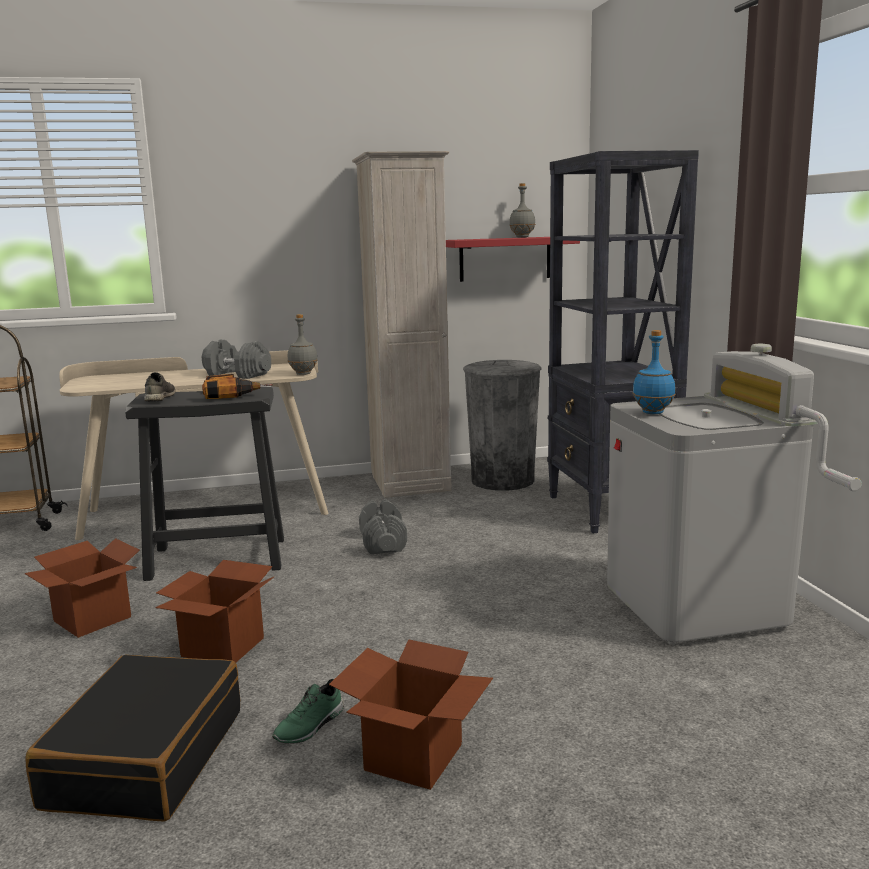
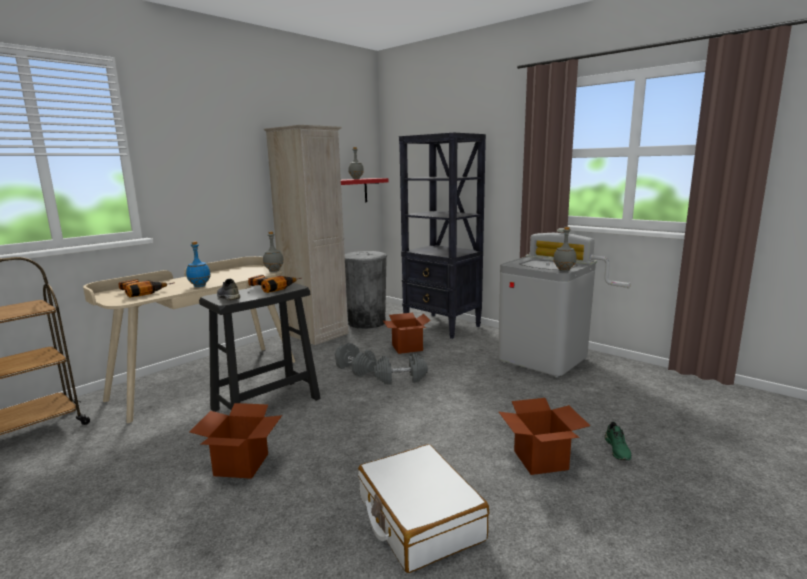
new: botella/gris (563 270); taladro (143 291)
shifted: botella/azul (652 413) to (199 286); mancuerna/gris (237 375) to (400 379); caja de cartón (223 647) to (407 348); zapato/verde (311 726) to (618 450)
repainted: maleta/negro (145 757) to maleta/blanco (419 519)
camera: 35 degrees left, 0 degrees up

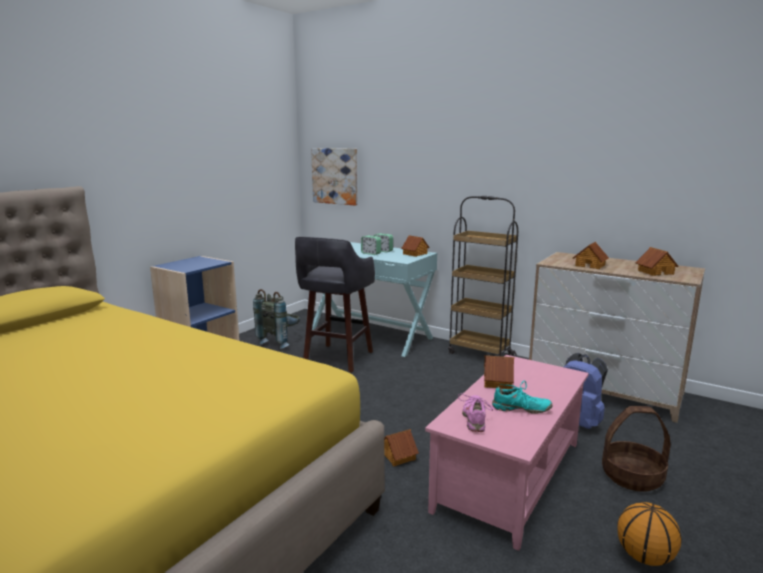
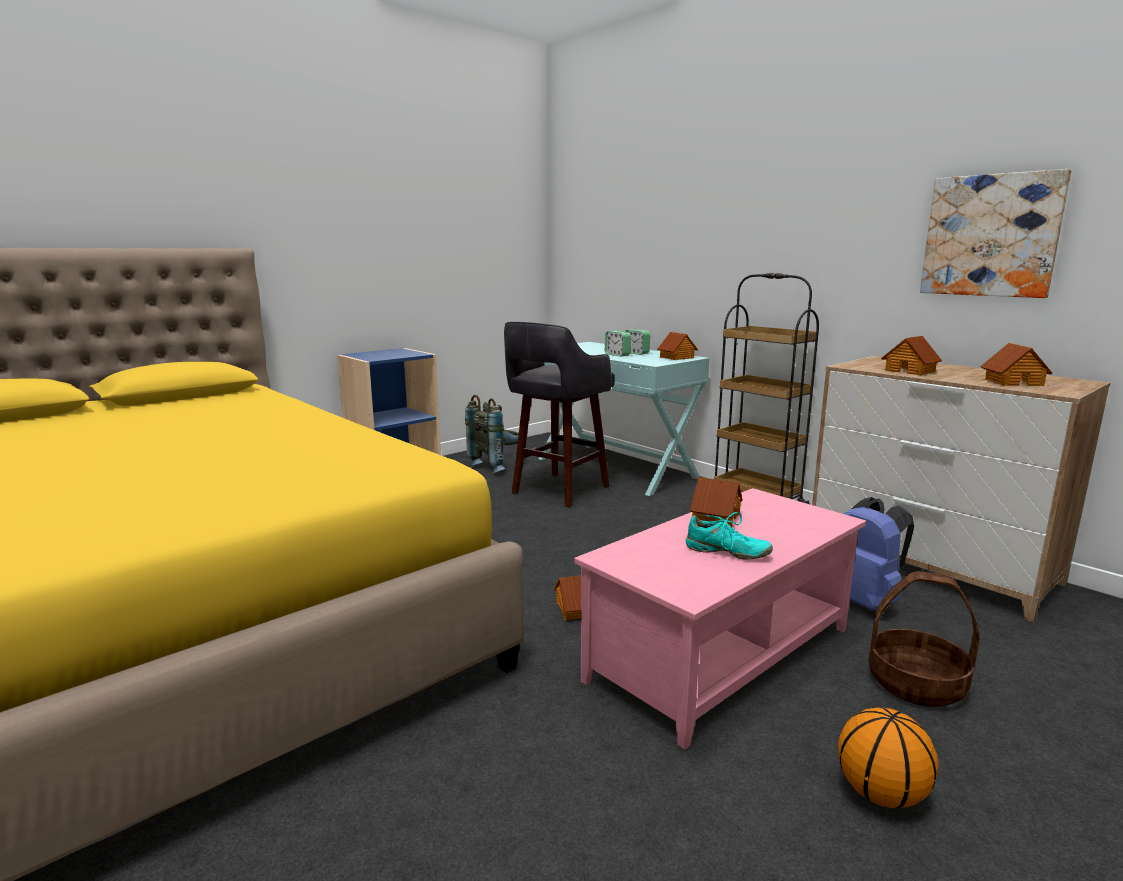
gone: zapato/rosa (476 419)
shifted: cuadro (335 176) to (991 236)
camera: 15 degrees right, 0 degrees up

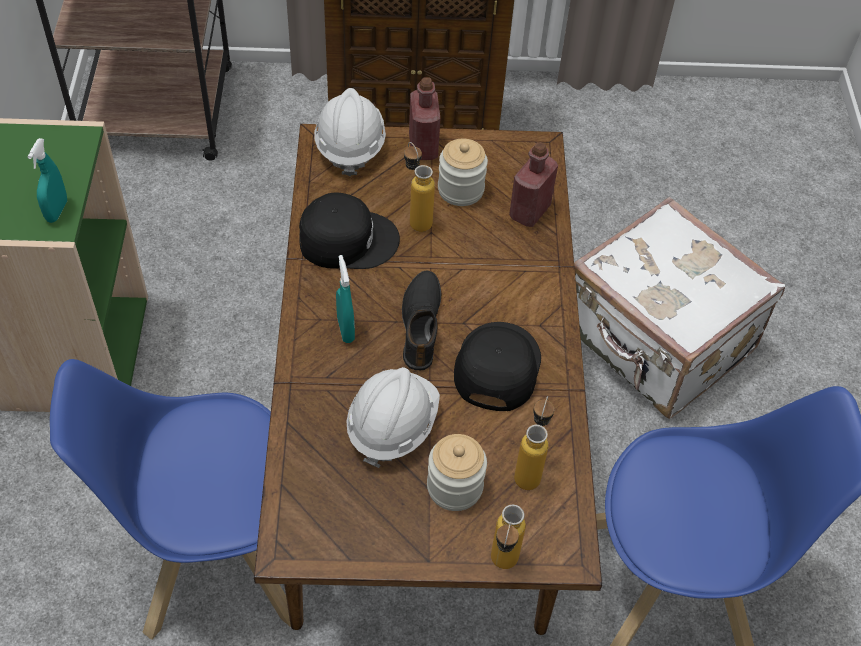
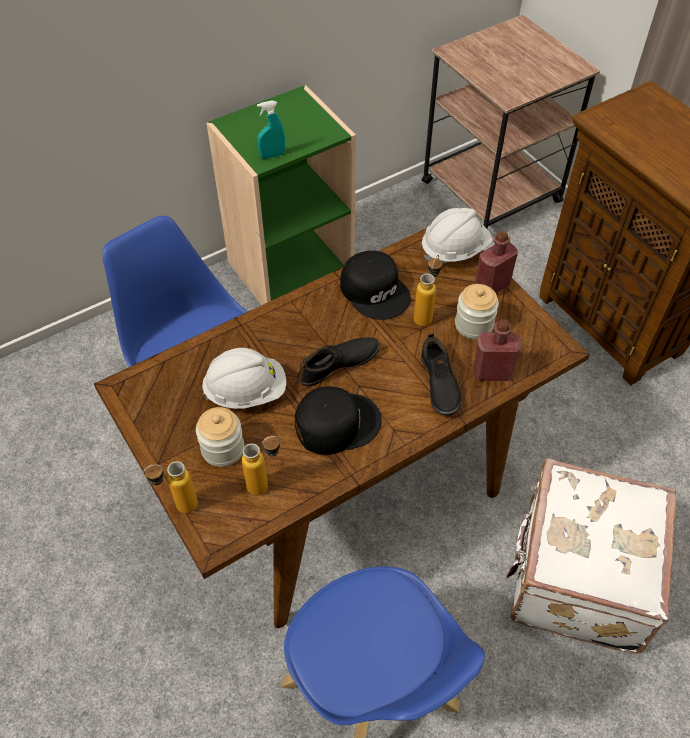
gone: pulverizador/turquesa (345 329)
new: zapato/negro (438 383)
camera: 60 degrees right, 0 degrees up

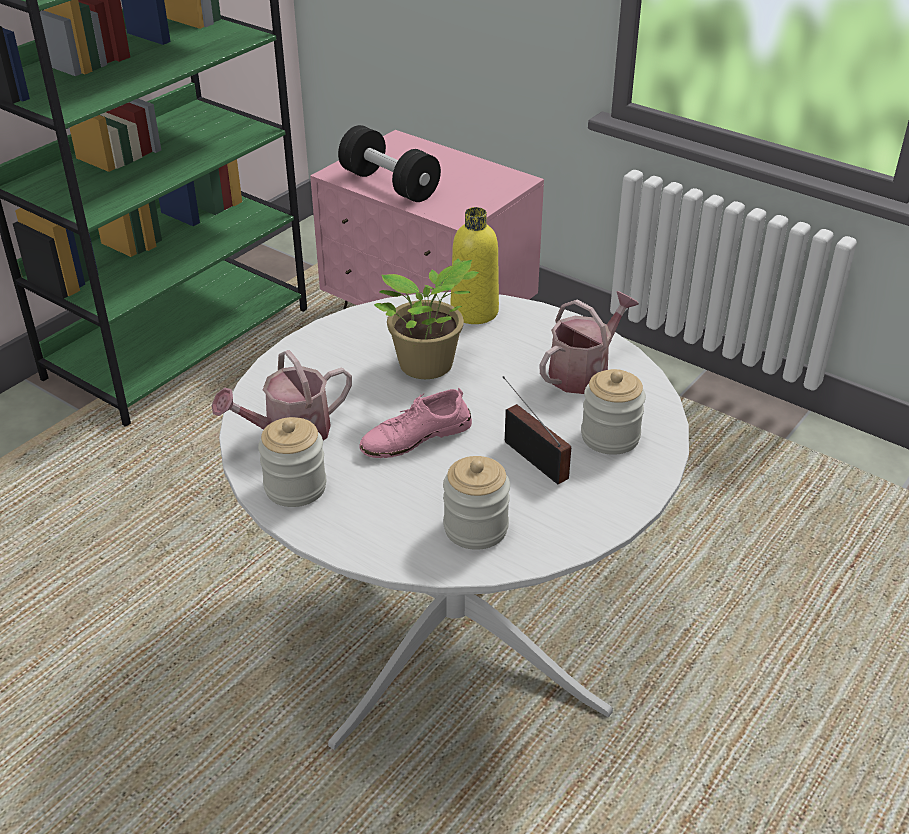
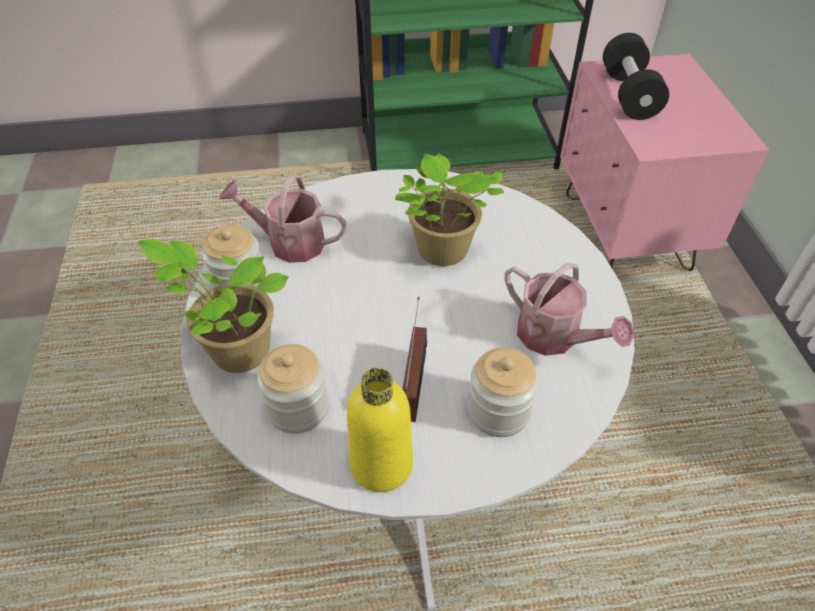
gone: zapato/rosa (415 437)
new: planta en maceta (236 350)
shifted: botella/amarillo (474 312) to (381 464)
rotated: regadera (584 372) = (555 337) 45 degrees clockwise
camera: 45 degrees right, 10 degrees up

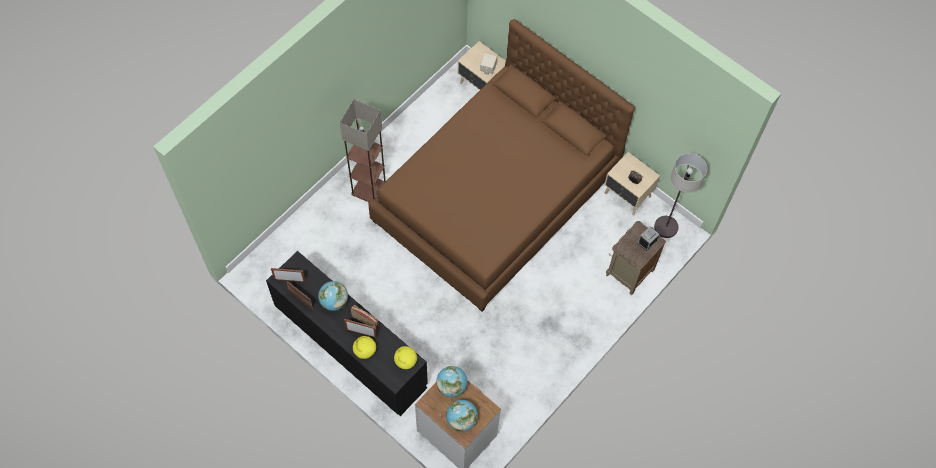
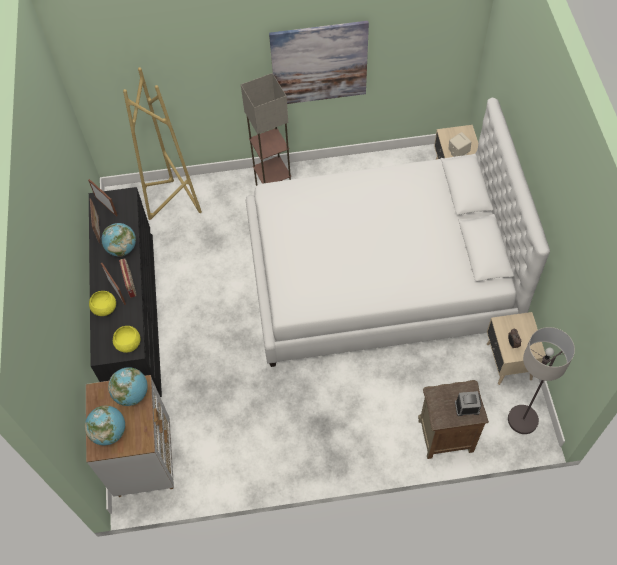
new: cuadro (319 63); perchero/amarillo (174 204)
repainted: cama/marrón (496 196) to cama/blanco (379 276)
camera: 45 degrees right, 5 degrees down

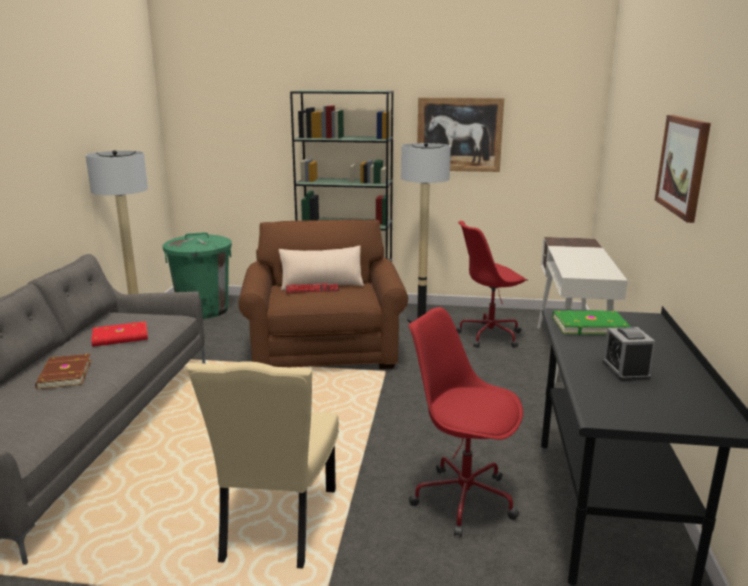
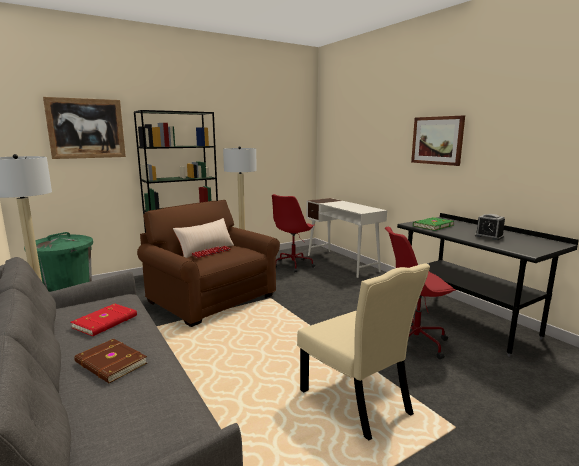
shifted: cuadro (459 134) to (86 128)
camera: 40 degrees left, 5 degrees down

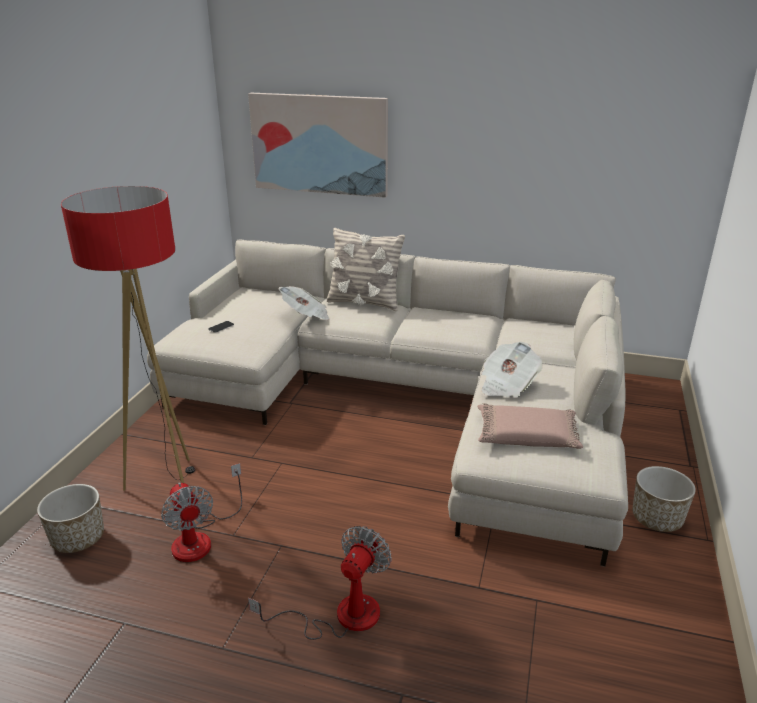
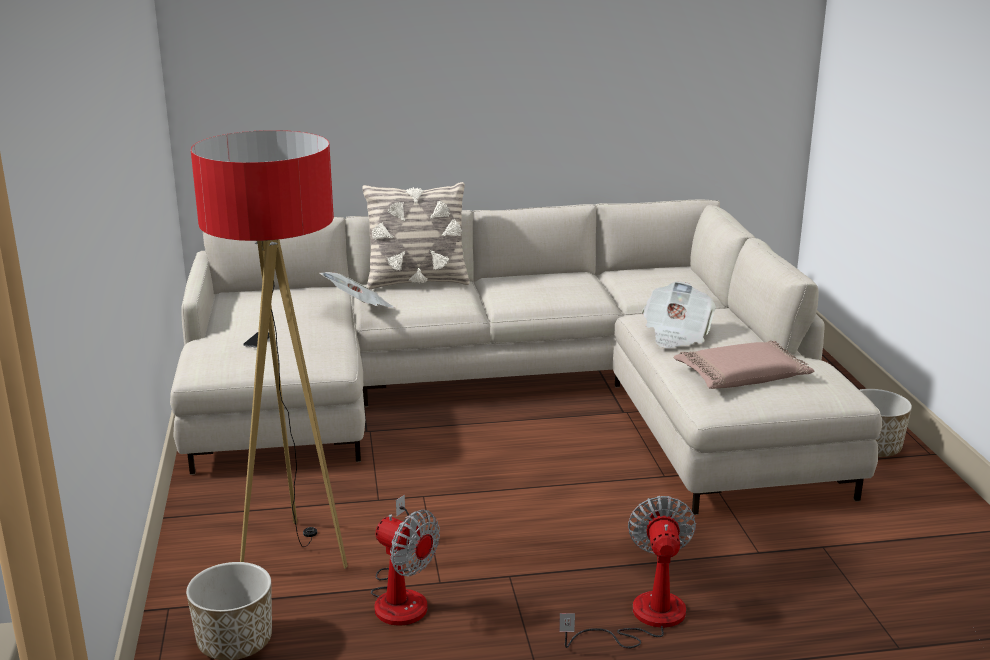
gone: cuadro (319 144)
camera: 25 degrees left, 5 degrees down

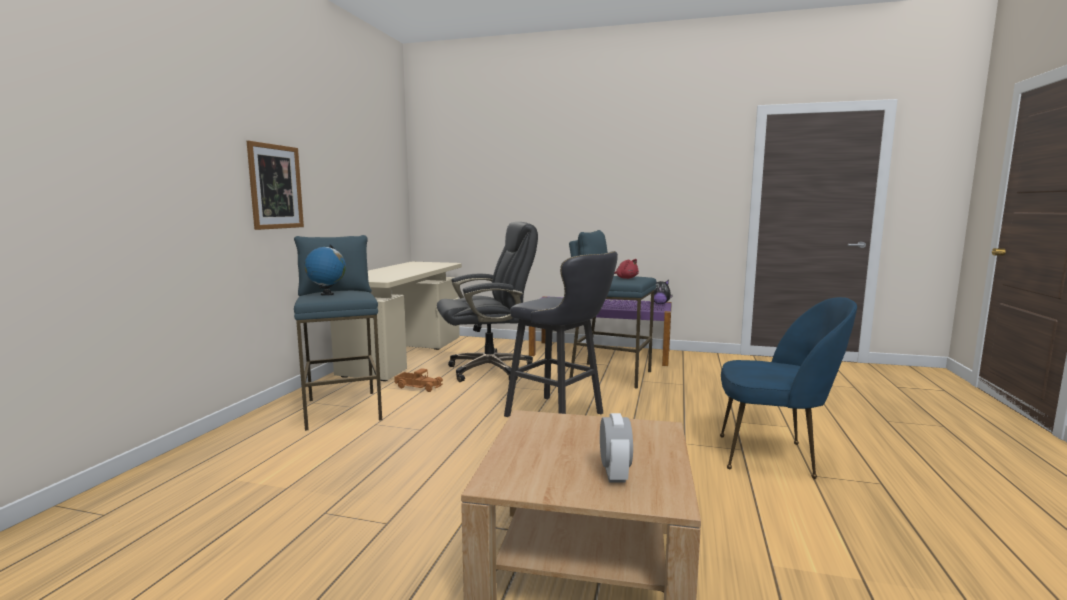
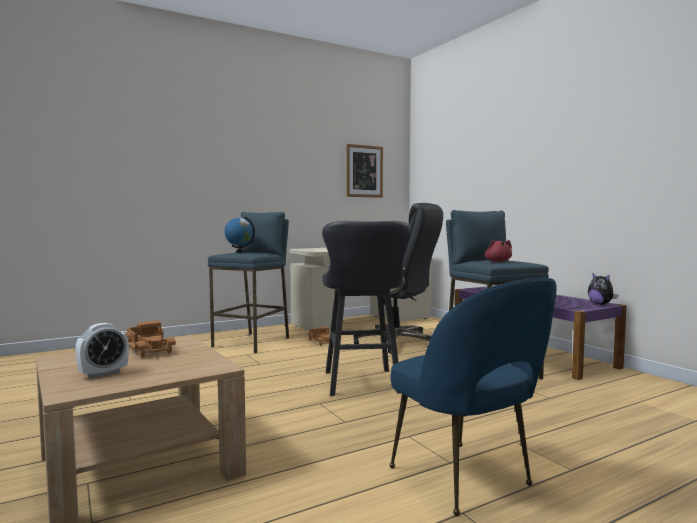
new: camión de juguete (150 348)
shifted: cuadro (275 187) to (364 171)
camera: 45 degrees right, 5 degrees down

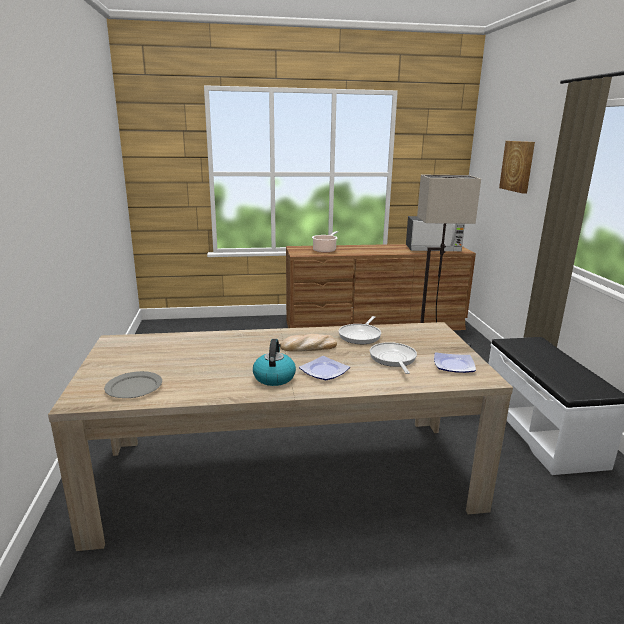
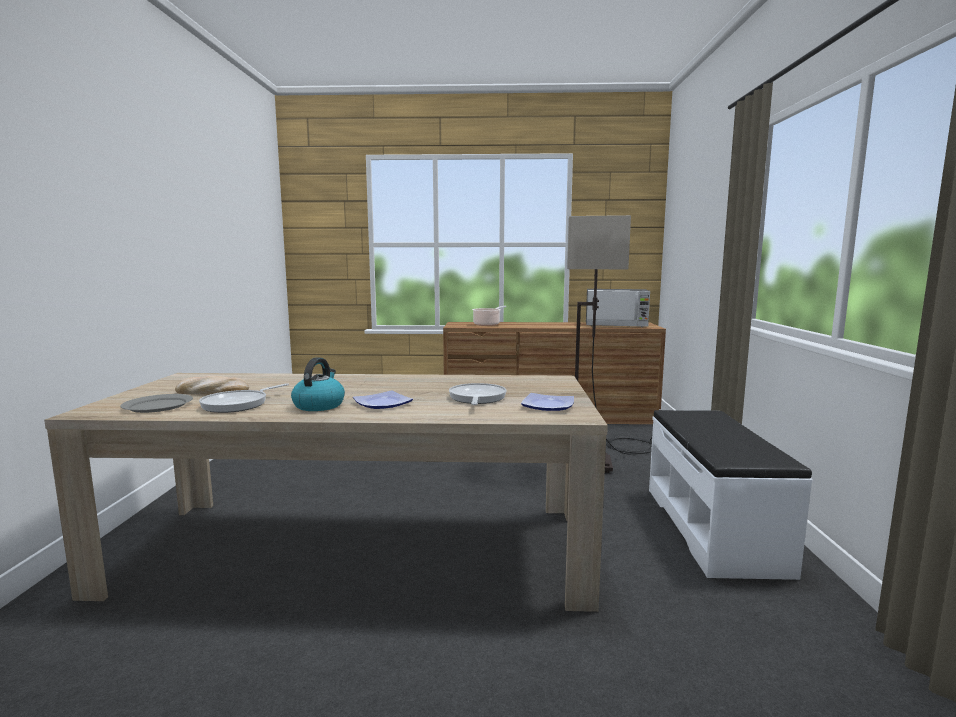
gone: cuadro (518 166)
shifted: sartén (360 335) to (238 404); pan (308 347) to (212 391)
camera: 10 degrees right, 10 degrees down

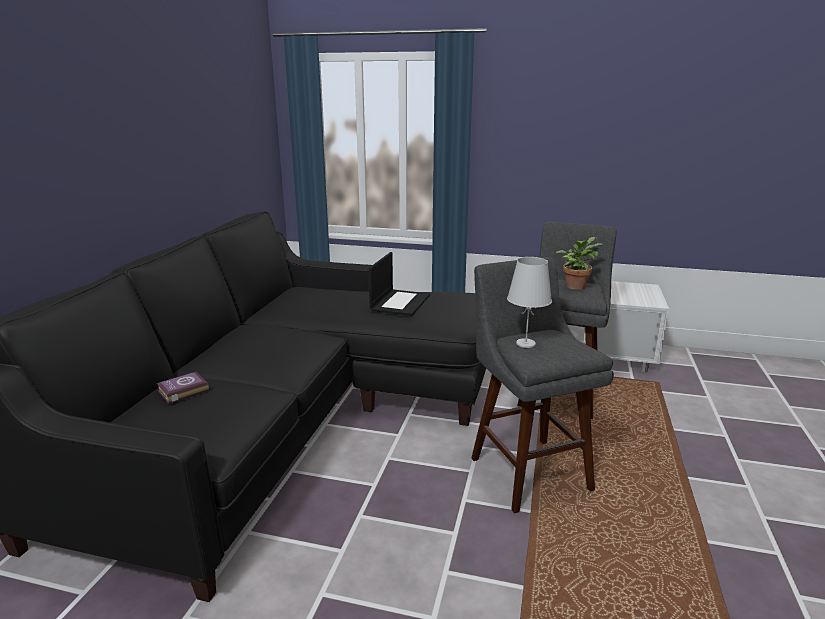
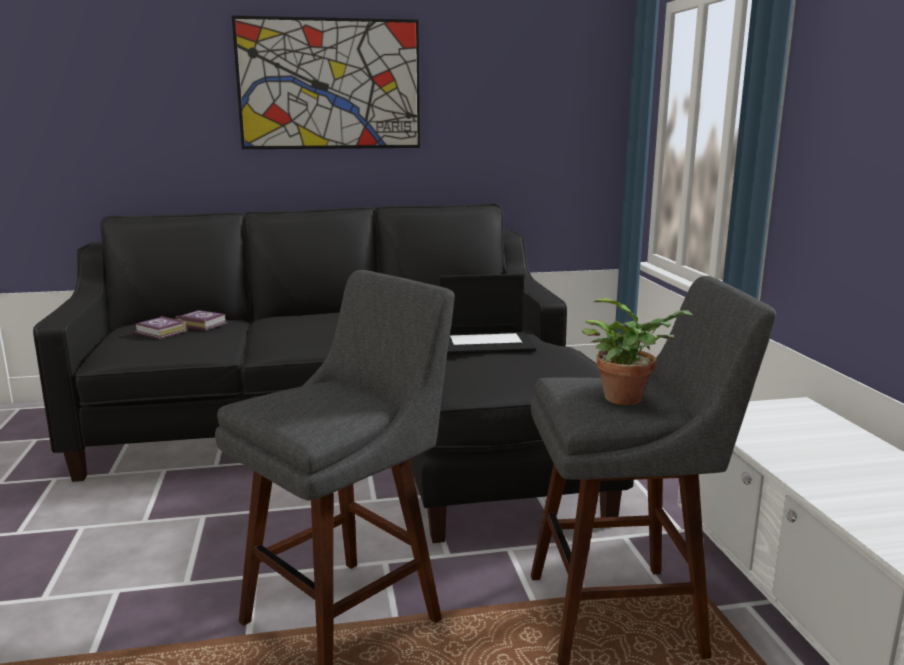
gone: lámpara de mesa/blanco (525 344)
new: cuadro (329 84); libro (161 332)
camera: 65 degrees right, 5 degrees down

